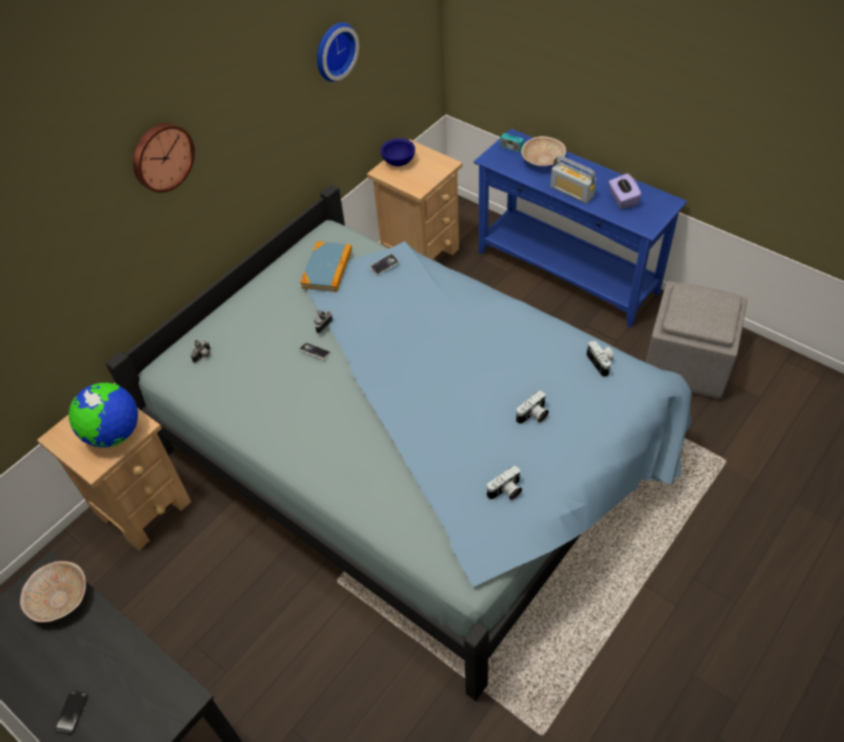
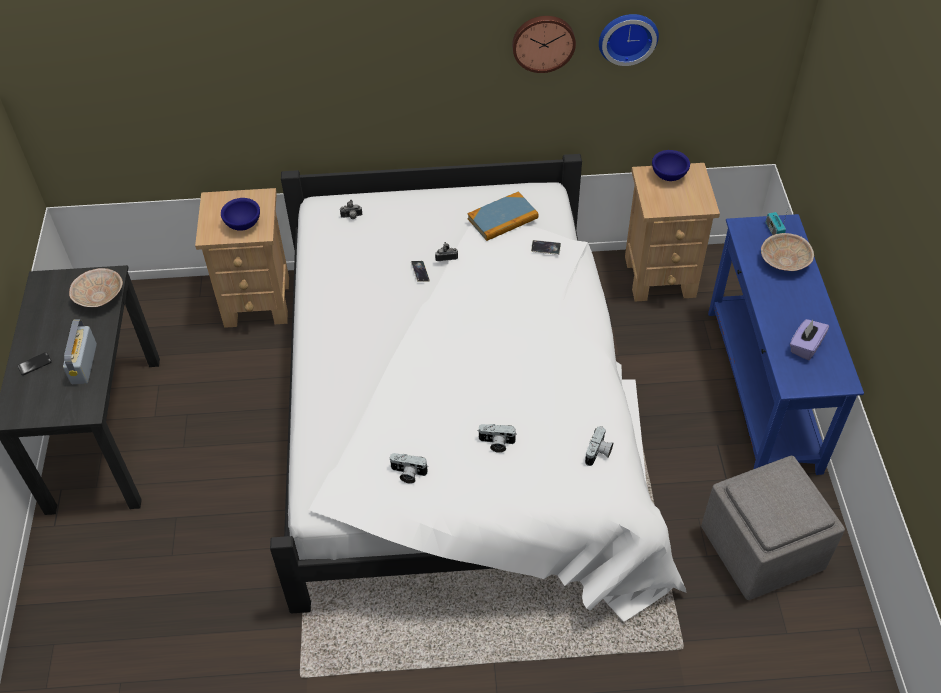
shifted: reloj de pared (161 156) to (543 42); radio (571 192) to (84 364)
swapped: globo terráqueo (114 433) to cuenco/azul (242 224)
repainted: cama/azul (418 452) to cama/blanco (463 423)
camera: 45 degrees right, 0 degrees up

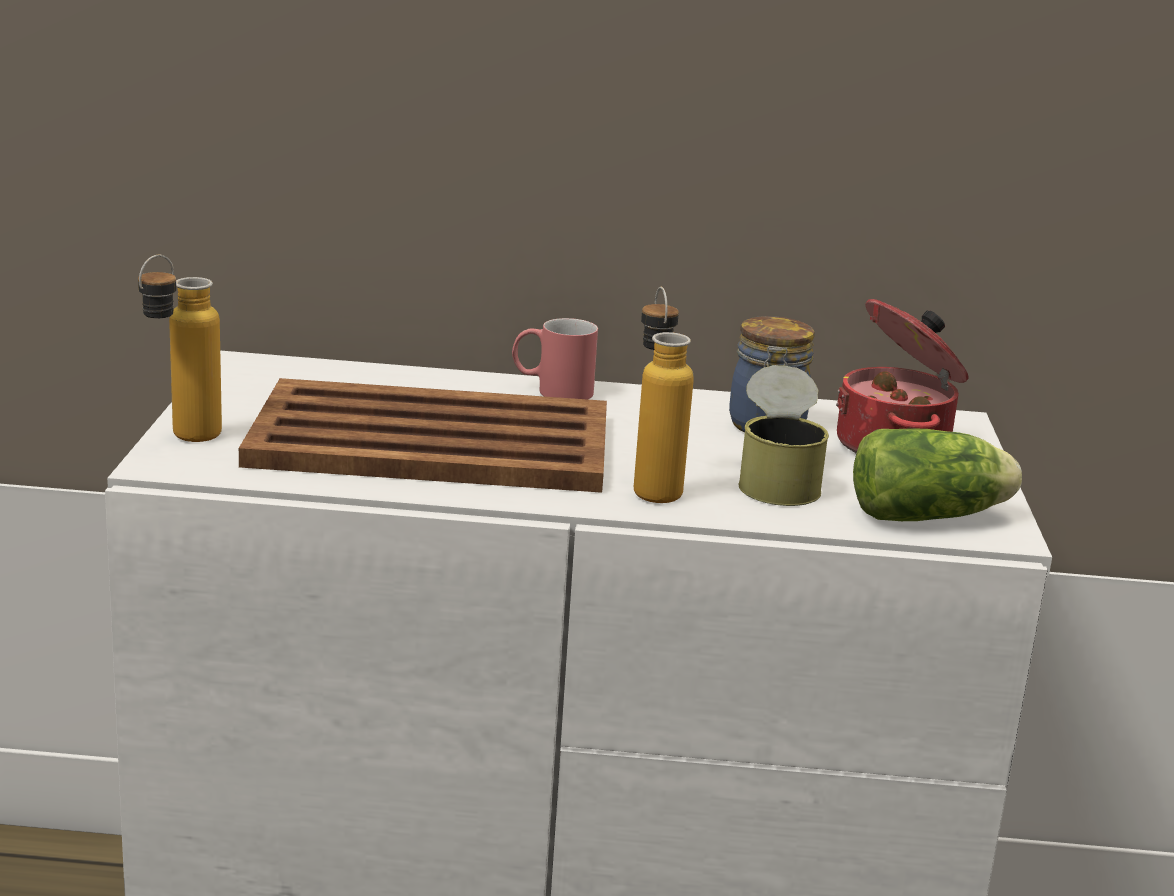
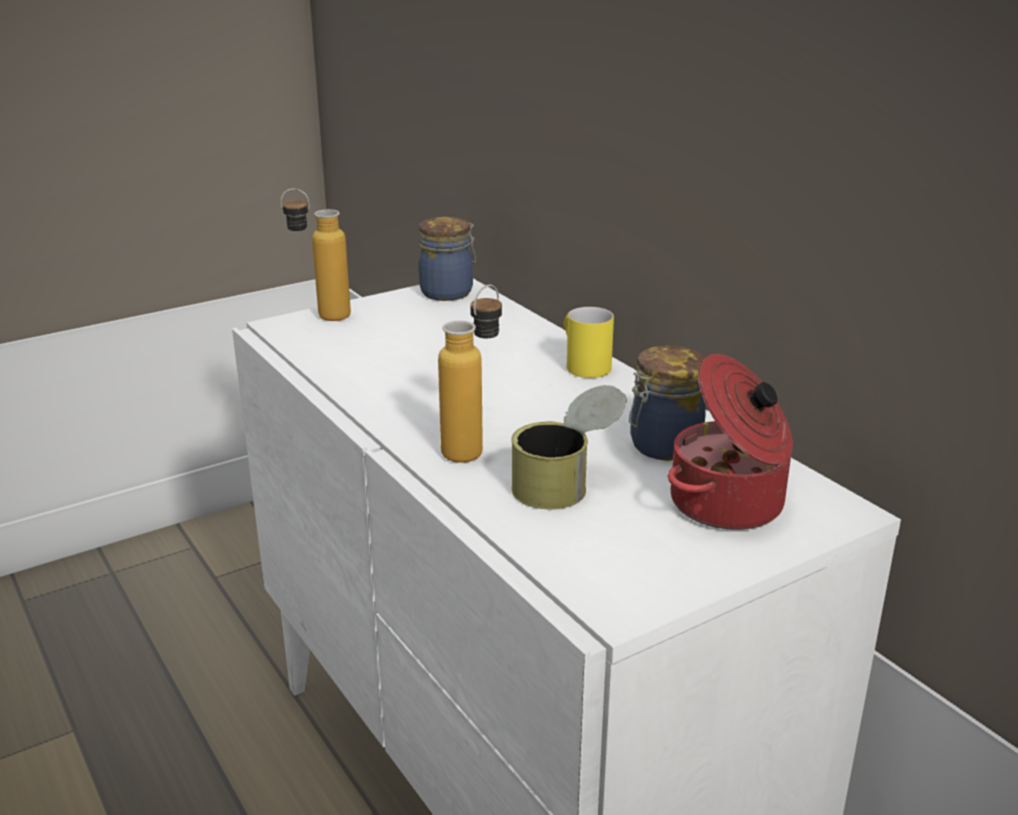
gone: bandeja/marrón (435 442); lechuga (932 516)
new: tarro (449 292)
repainted: taza grande/rojo (551 391) to taza grande/amarillo (583 364)
camera: 55 degrees right, 5 degrees up

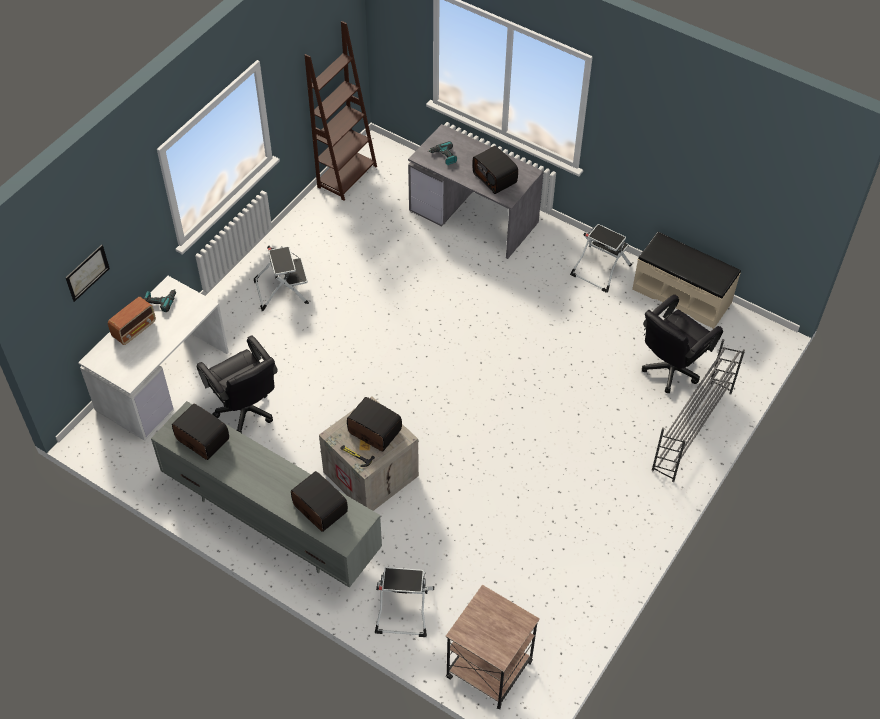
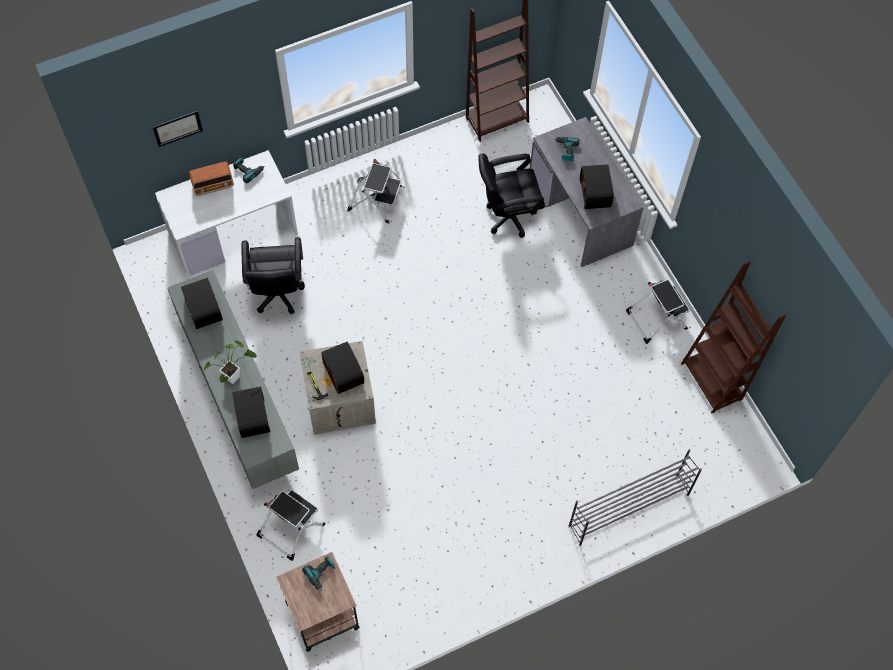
new: planta en maceta (234 375); taladro (321 574)
shifted: silla de oficina/negro (669 373) to (507 219)
swapped: banco/beis (682 295) to estantería/marrón (711 381)
camera: 30 degrees right, 10 degrees up

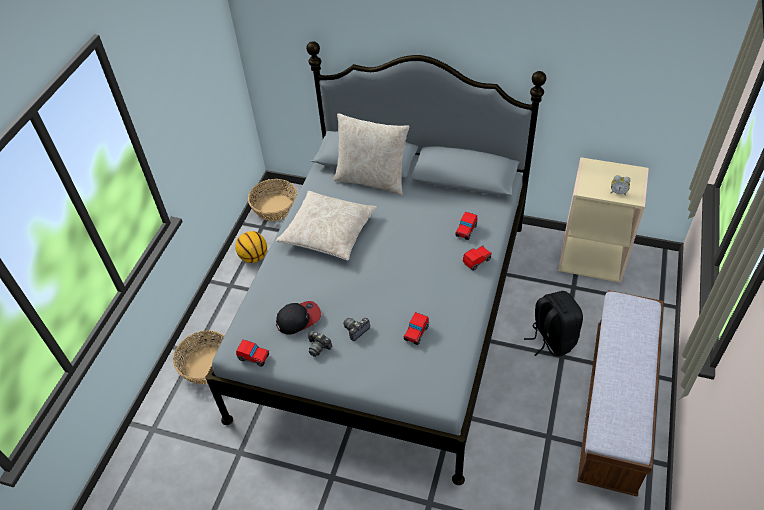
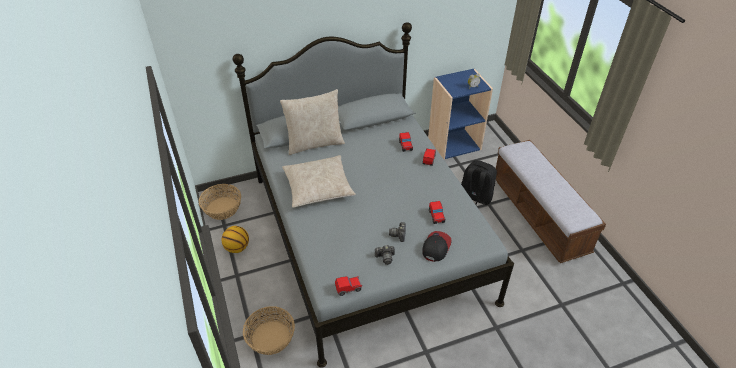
shifted: gorra (298 319) to (436 247)
repainted: estantería/beis (593 257) to estantería/azul (454 143)
camera: 40 degrees left, 5 degrees down

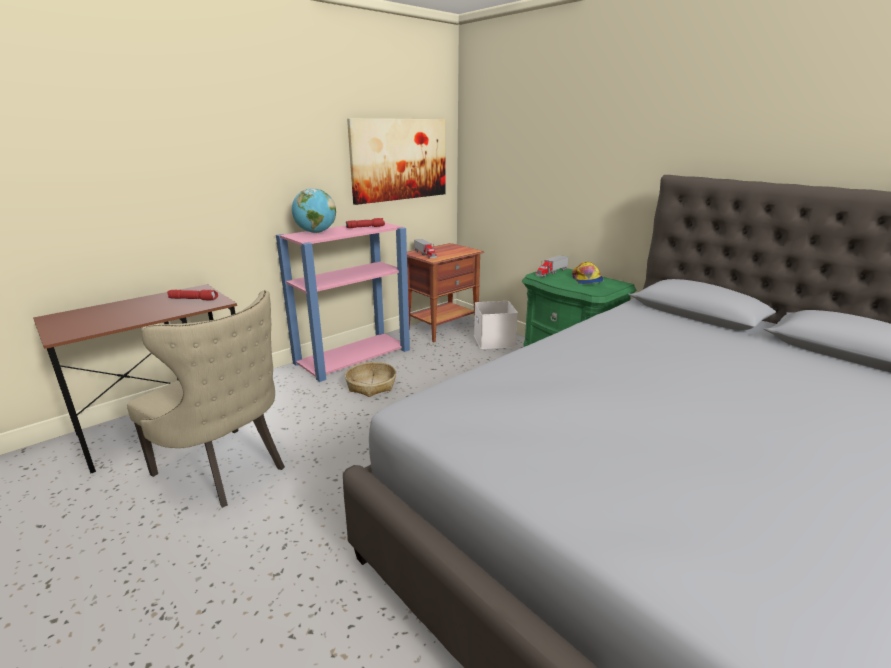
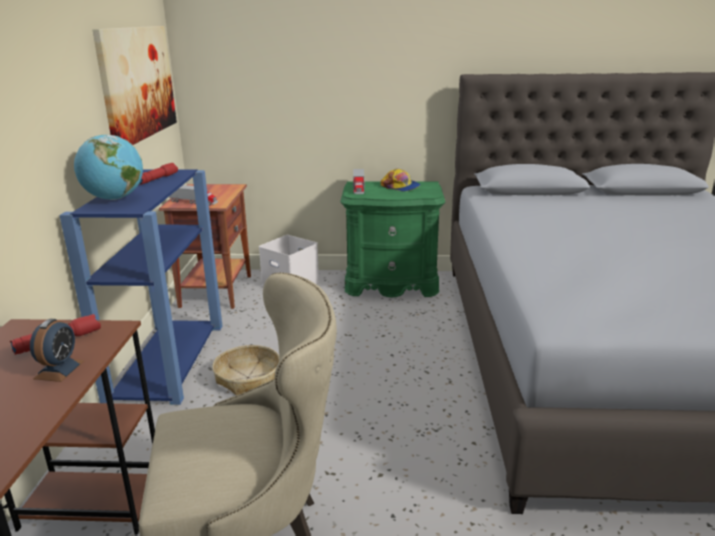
new: despertador (59 369)
repainted: estantería/rosa (354 356) to estantería/azul (169 360)
camera: 45 degrees left, 0 degrees up

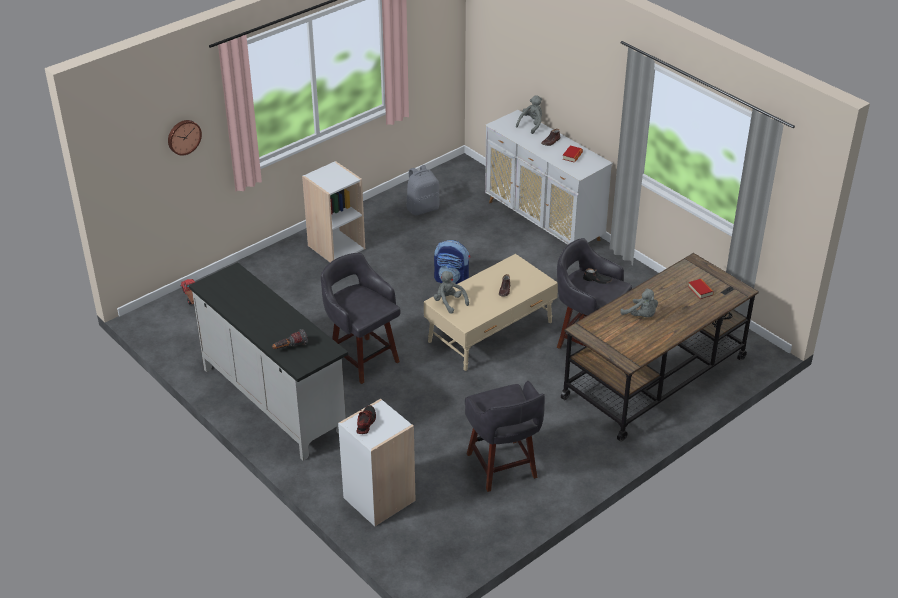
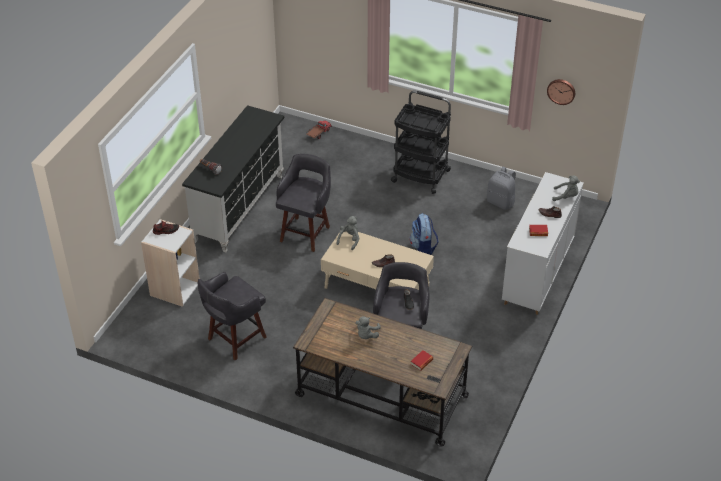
shifted: reloj de pared (183 136) to (561 91)
swapped: estantería (337 247) to carrito/negro (420 176)
camera: 65 degrees right, 5 degrees up

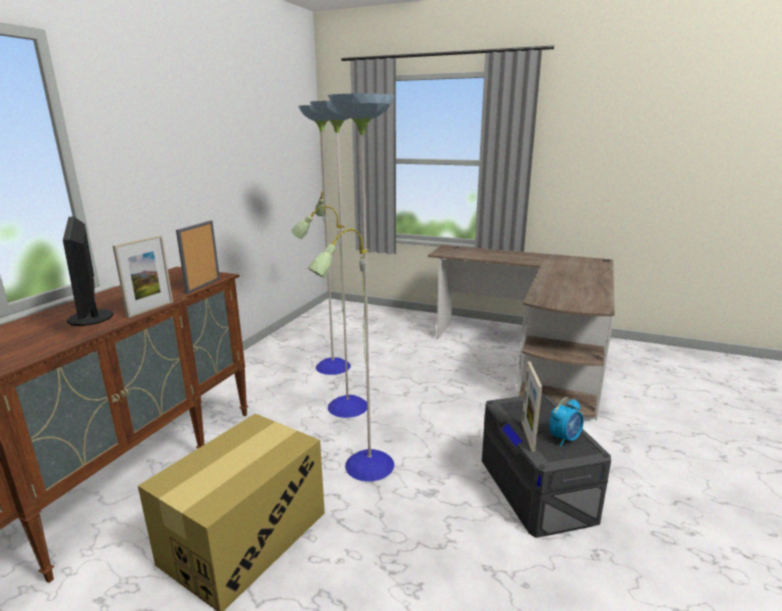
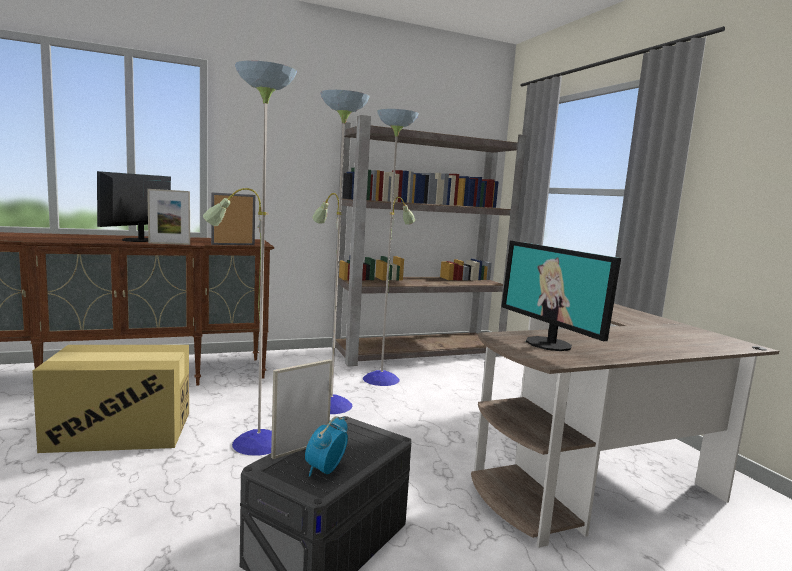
new: estantería/marrón (418 352); monitor (549 344)
rotated: despertador (564 438) = (325 470) 105 degrees clockwise
camera: 45 degrees right, 10 degrees down

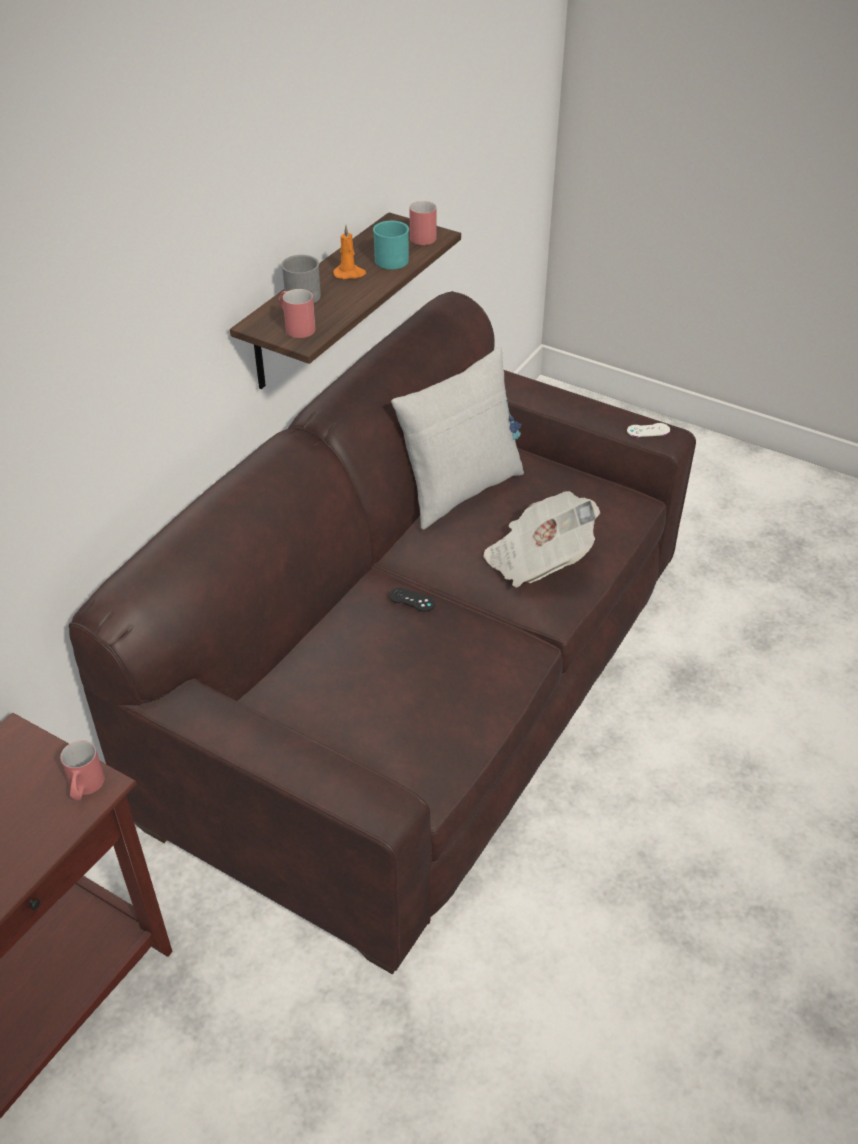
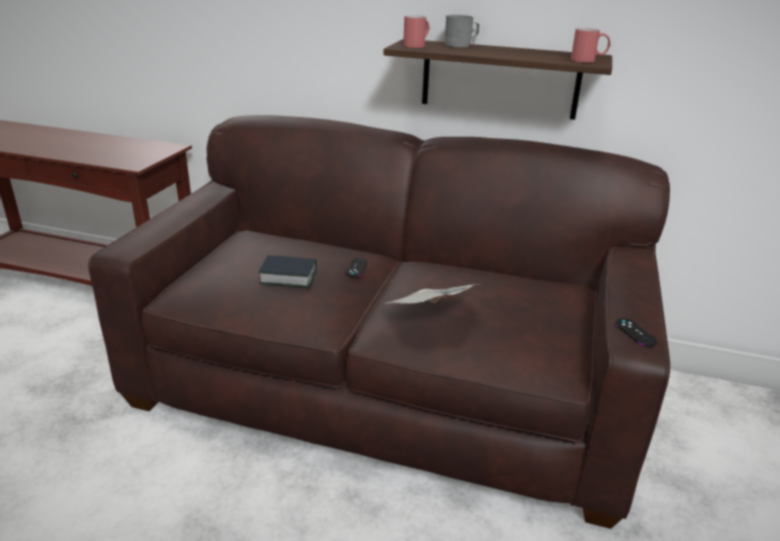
gone: taza grande/turquesa (392 258); vela/naranja (349 274); cojín/gris (460 491); taza grande/rojo (85 789)
new: libro (288 276)
repainted: mando de consola/blanco (648 430) to mando de consola/negro (635 332)
camera: 75 degrees right, 15 degrees down

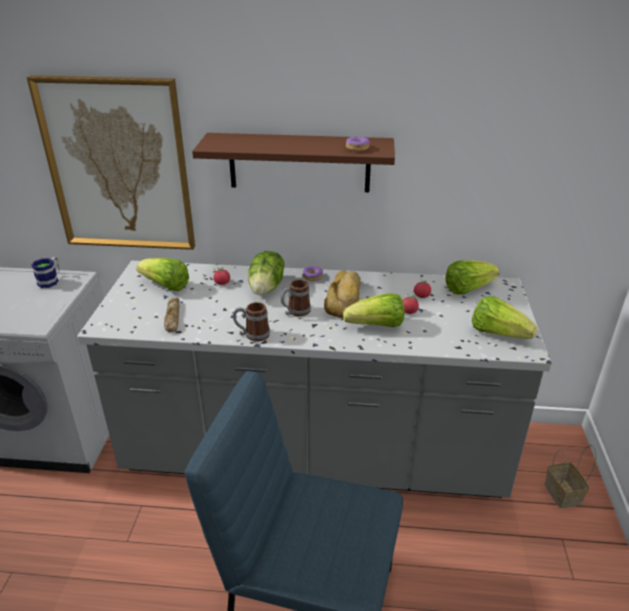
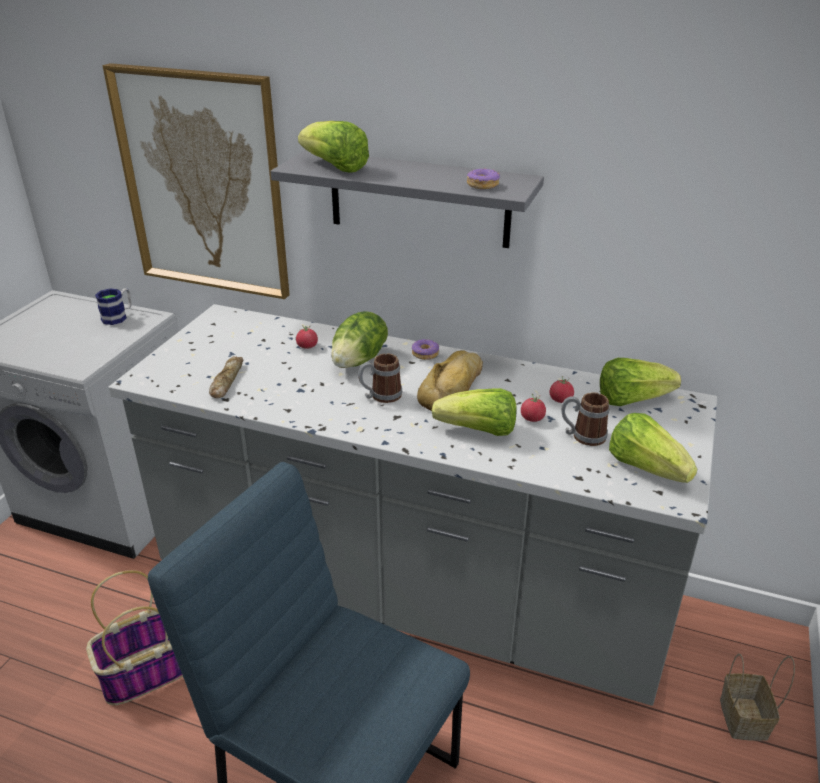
new: cesta (148 672)
shifted: lechuga (165 286) to (335 167); taza grande (252 335) to (582 436)
repainted: estante/marrón (299 162) to estante/gris (419 199)
camera: 15 degrees right, 0 degrees up

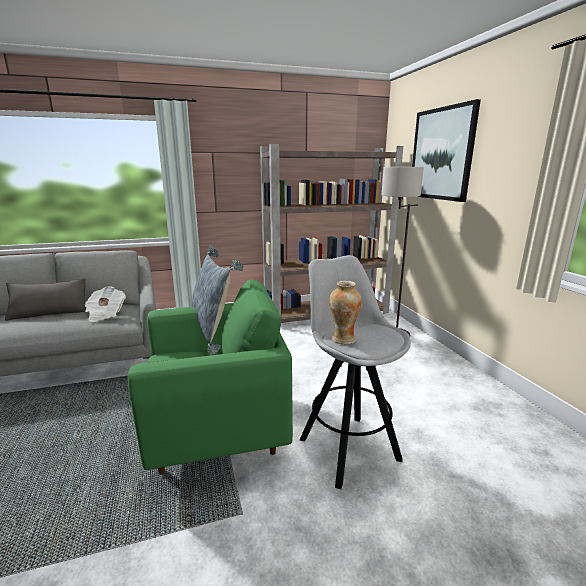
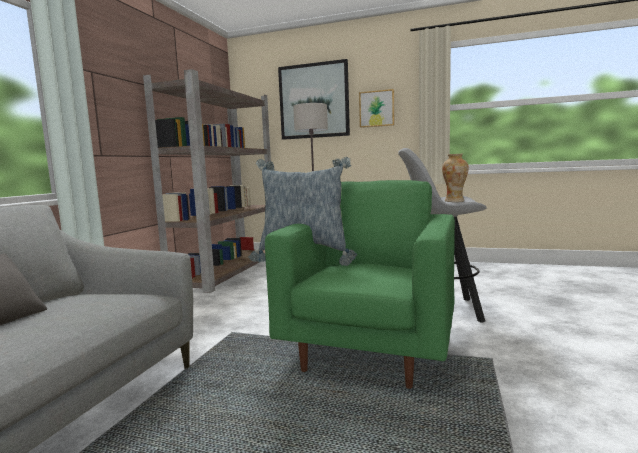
gone: periódico (105 314)
new: cuadro (377 109)
camera: 55 degrees left, 10 degrees down

